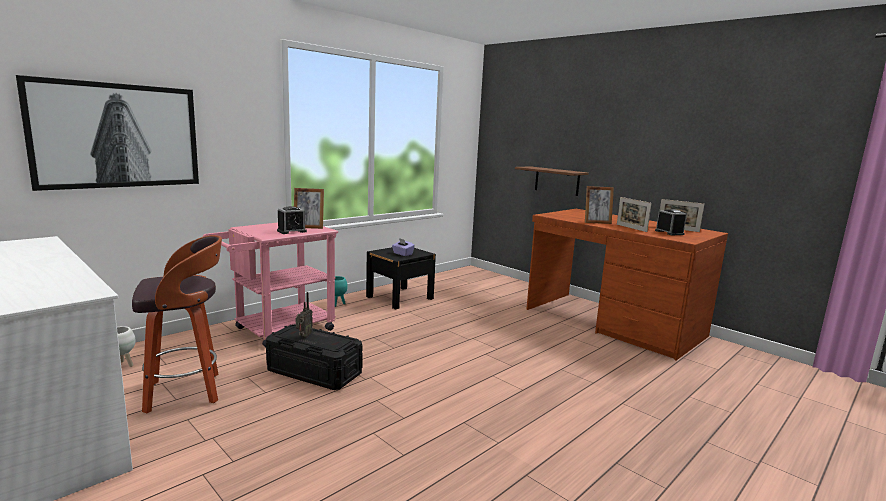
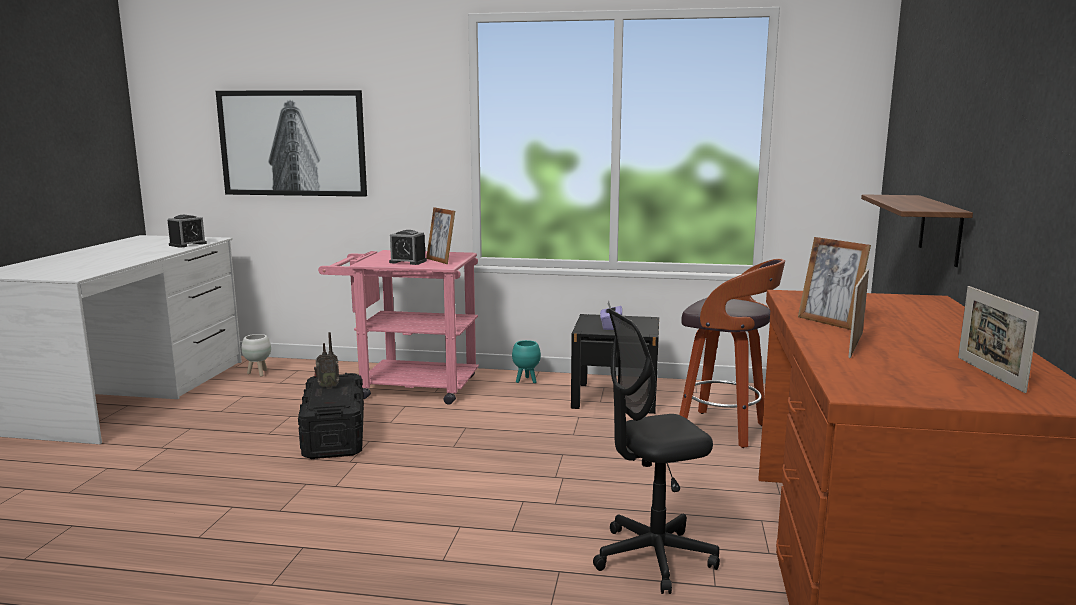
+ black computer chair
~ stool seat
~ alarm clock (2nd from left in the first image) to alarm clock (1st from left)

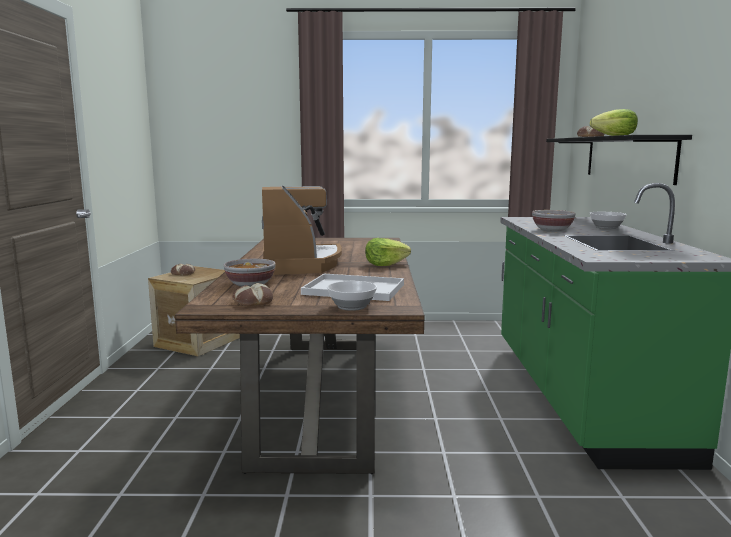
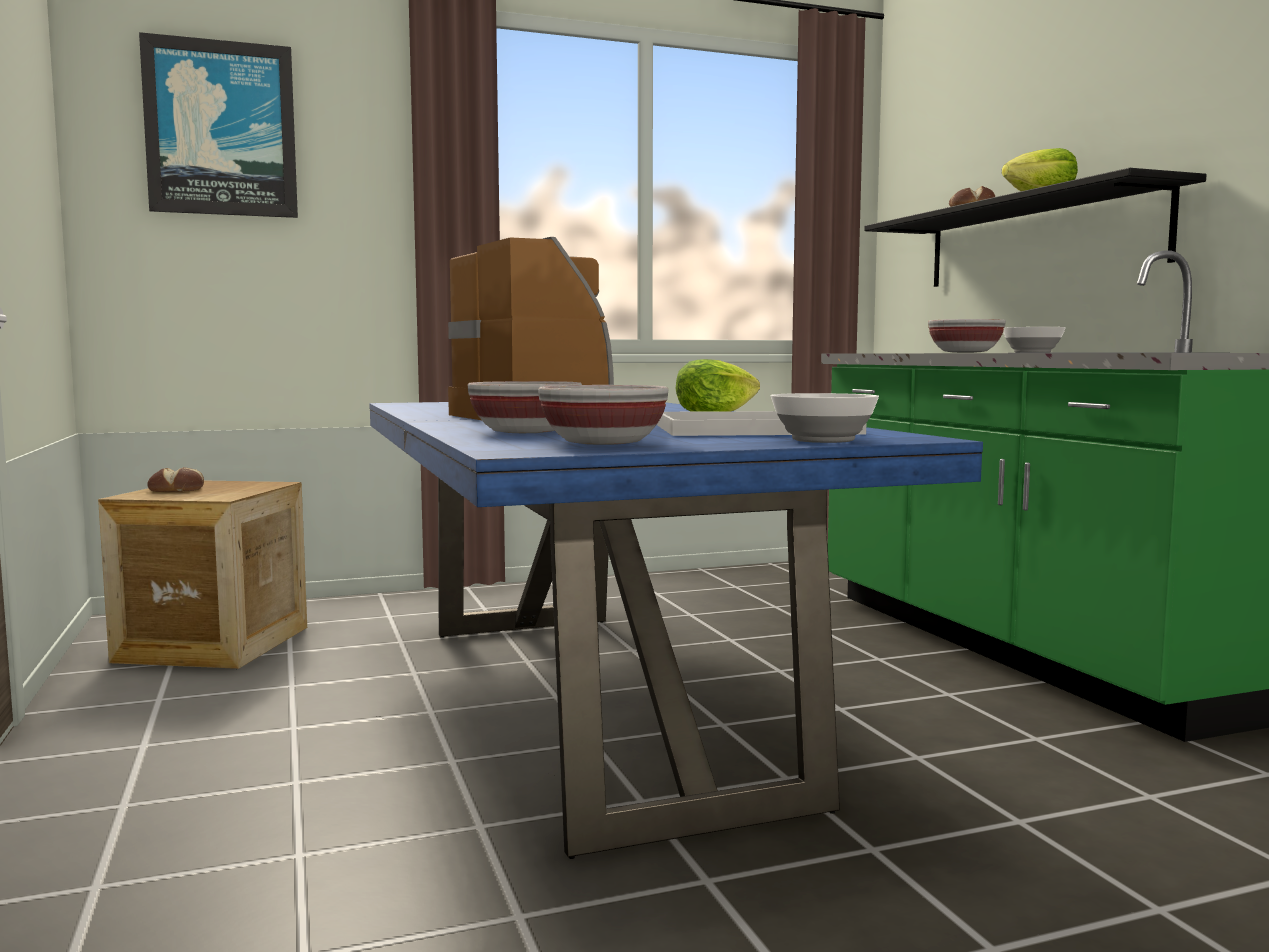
+ wall picture
~ bakery bread (2nd from left) to serving bowl (2nd from left)
~ brownish dinner table to blue dinner table

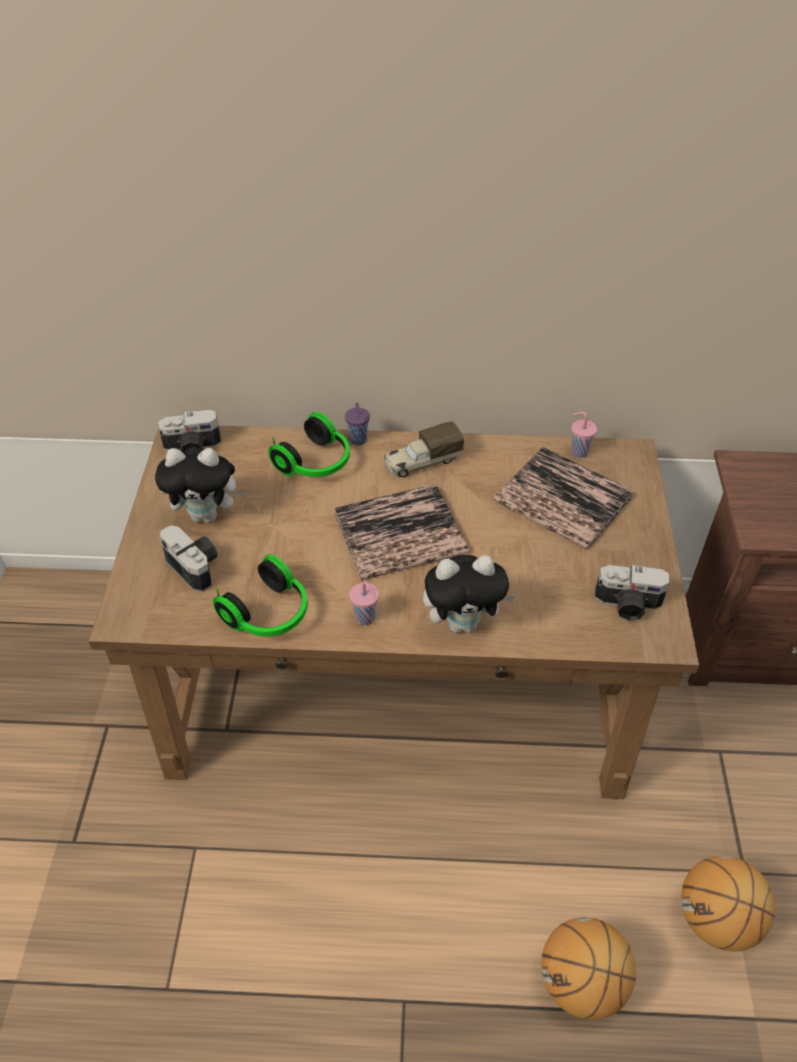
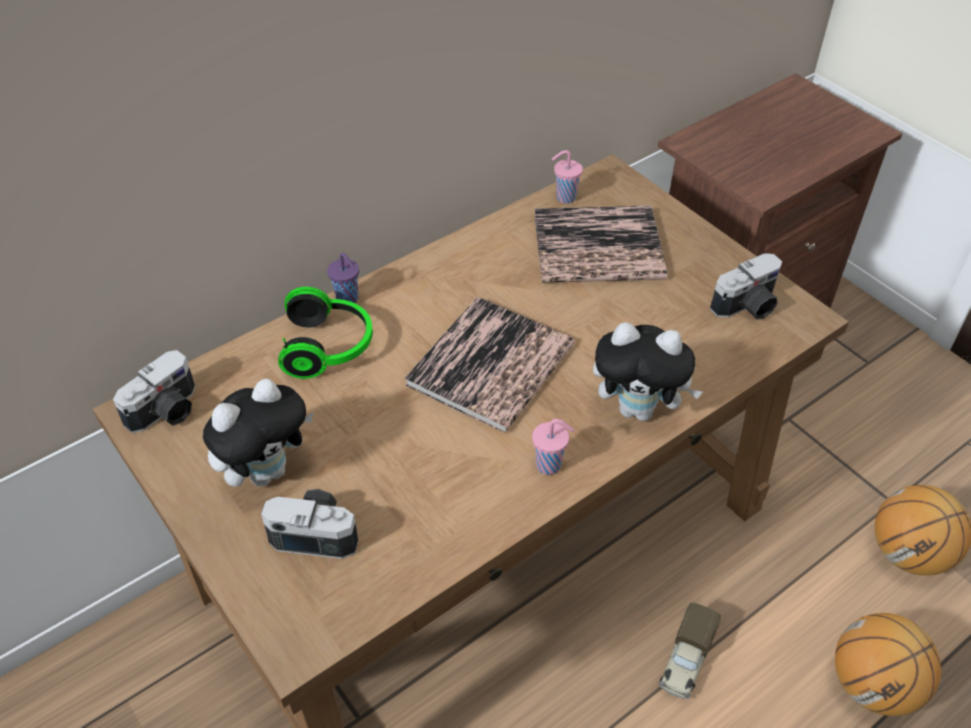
- headset (1st from left)
~ toy truck
~ plush toy (2nd from left) 60 degrees clockwise

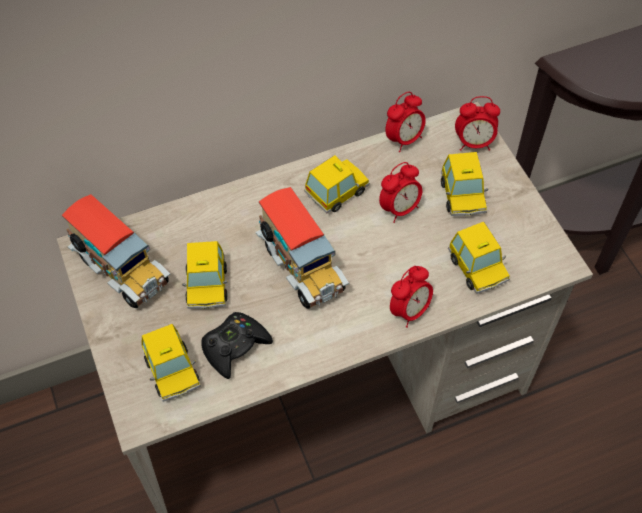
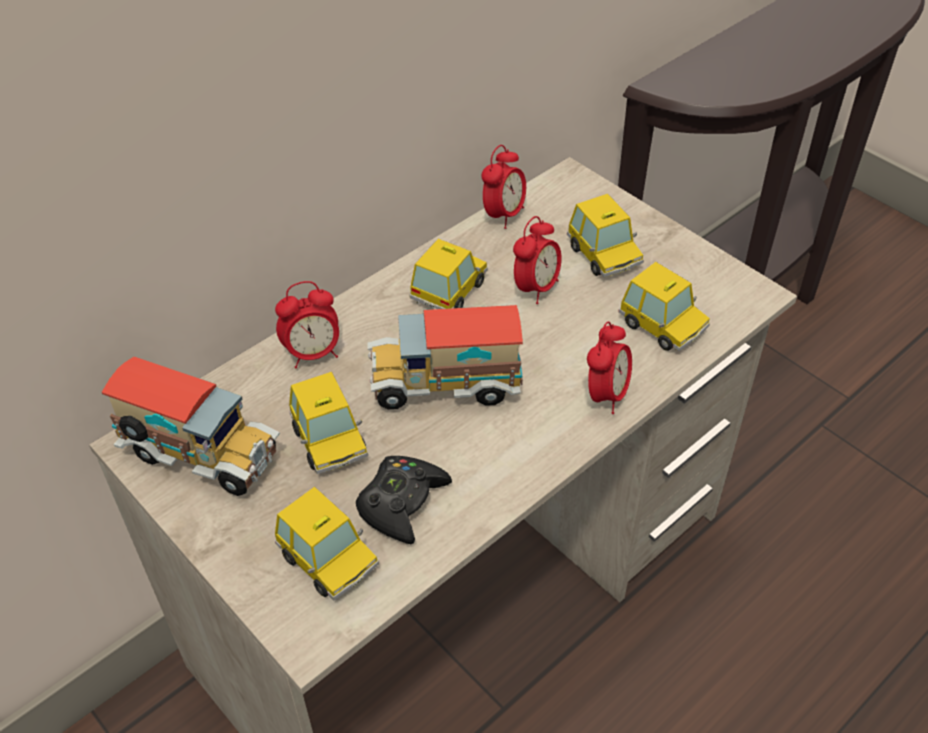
~ alarm clock (4th from left in the first image) to alarm clock (1st from left)
~ toy truck (2nd from left) 135 degrees clockwise

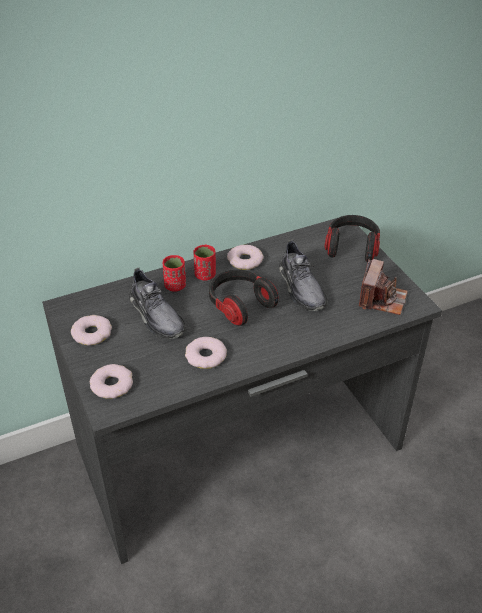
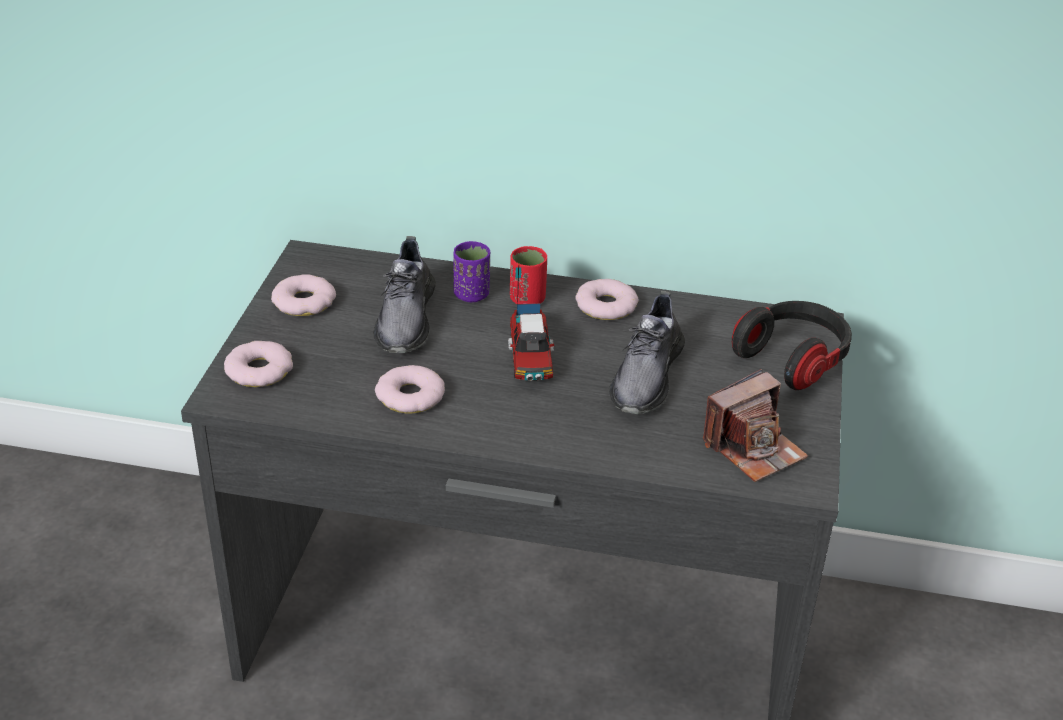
~ headset (1st from left) to toy truck
~ reddish cup (1st from left) to purple-coloured cup

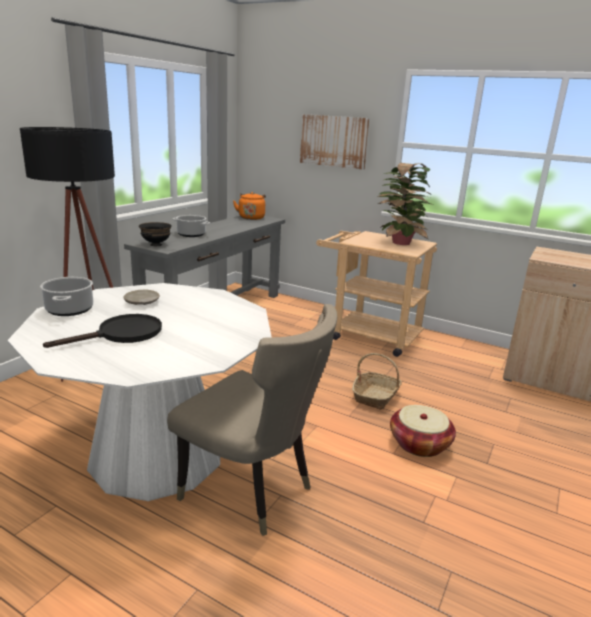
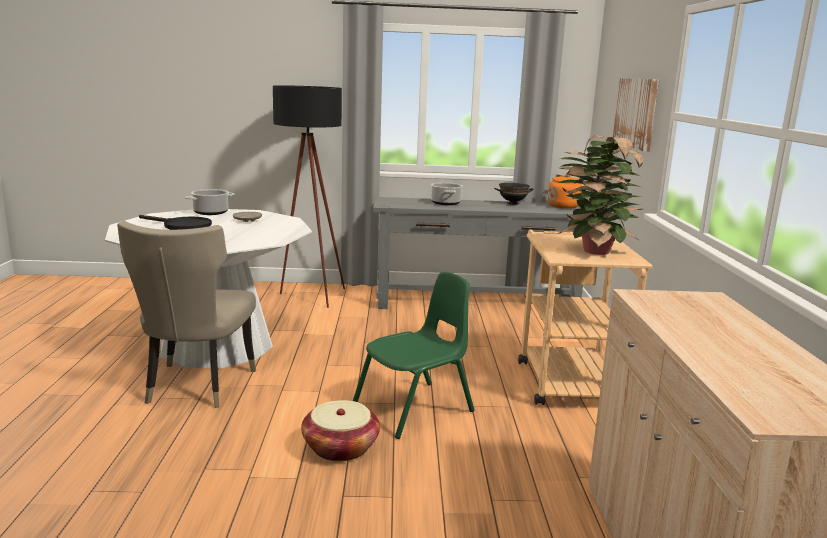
~ black serving bowl
~ storage basket (1st from left) to green-coloured upright chair

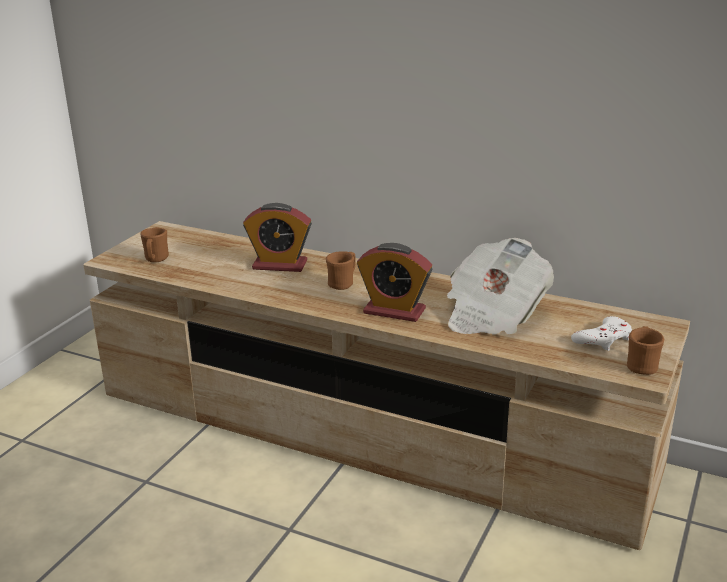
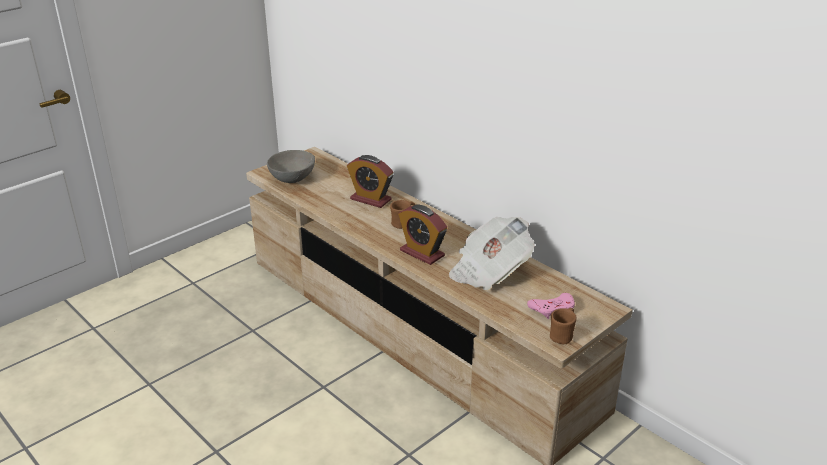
~ brownish mug (1st from left) to greyish serving bowl
~ white-coloured game controller to pink game controller

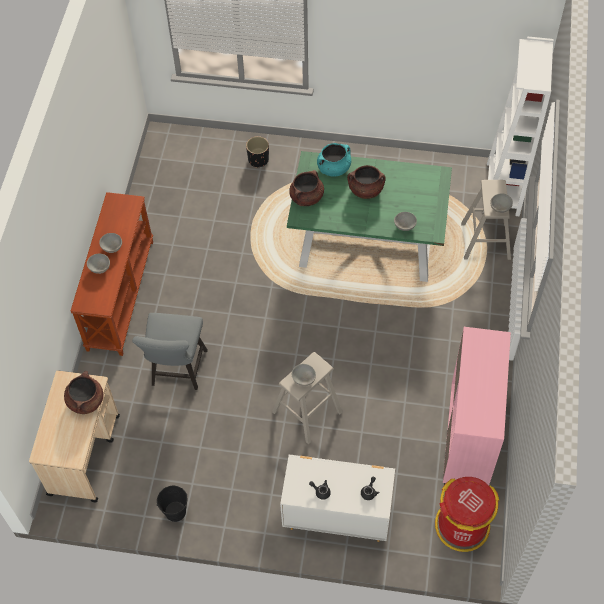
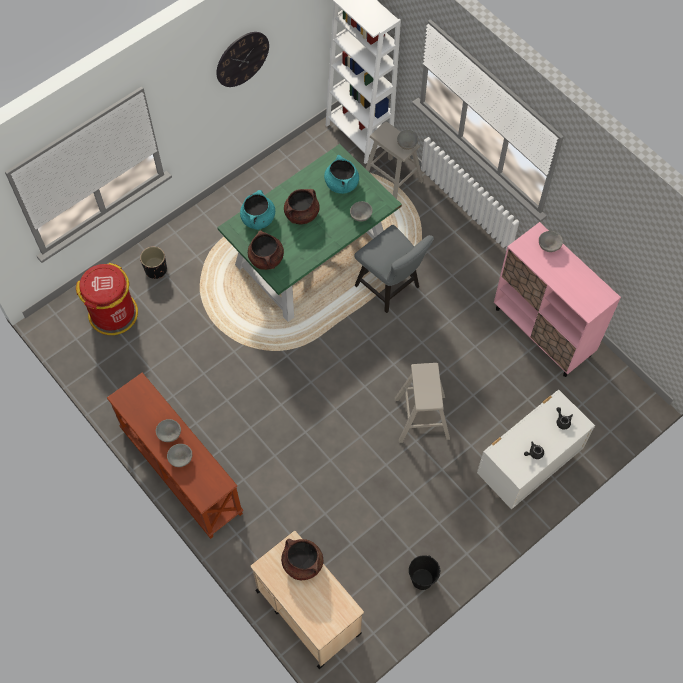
+ wall clock
+ turquoise-coloured stockpot (2nd from left)
~ greyish upright chair
~ greyish serving bowl (3rd from left in the first image) to greyish serving bowl (5th from left)
~ reddish waste bin

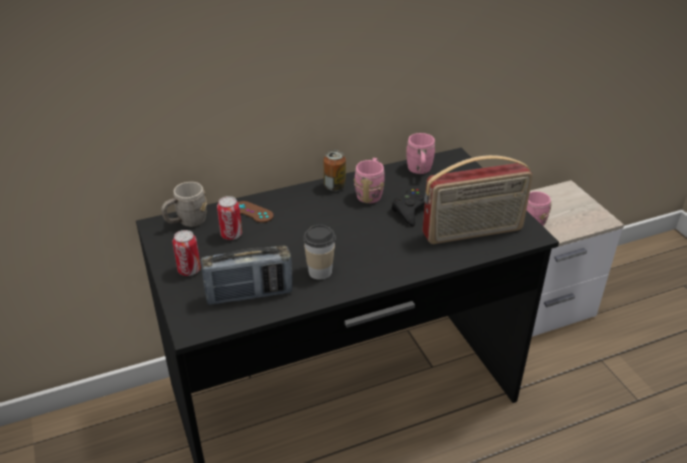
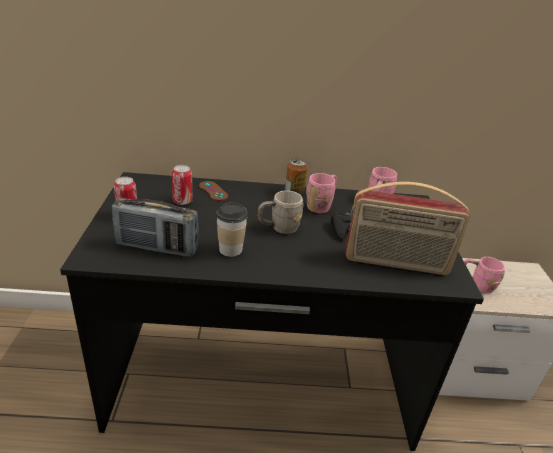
~ greyish mug

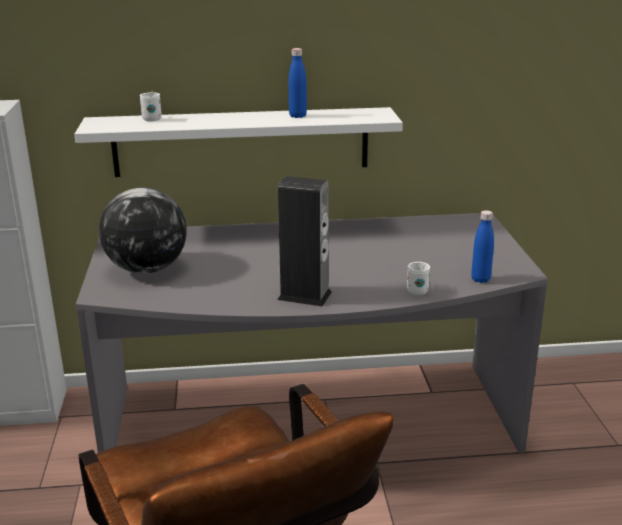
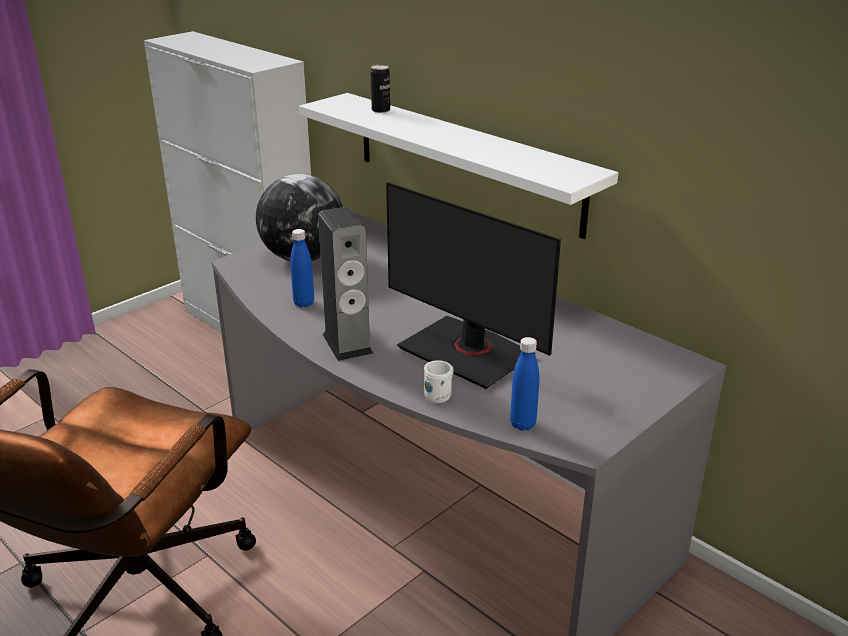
+ computer display
~ blue bottle (1st from left)
~ white-coloured mug (1st from left) to metal can

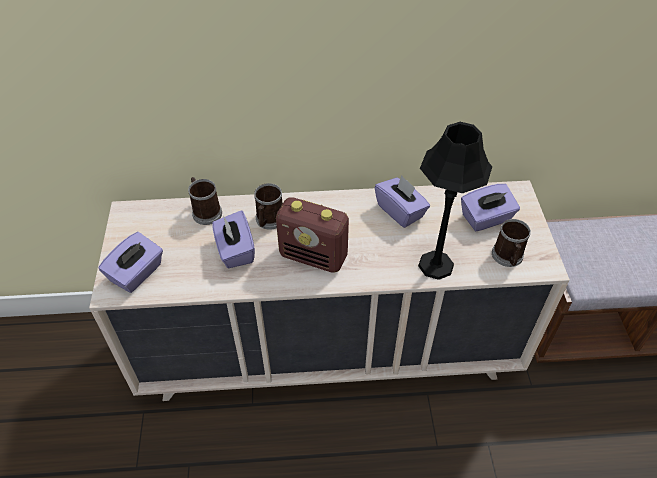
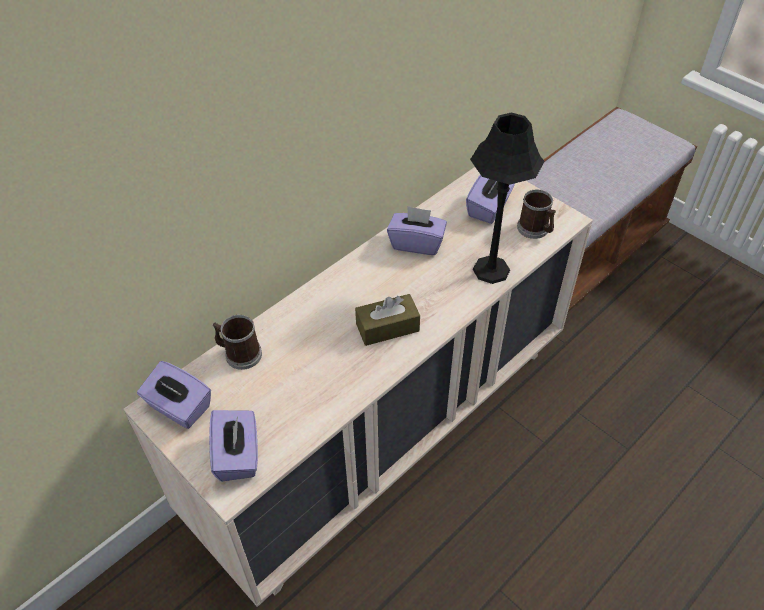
- mug (2nd from left)
~ purple-coloured box of tissues (2nd from left in the first image) to purple-coloured box of tissues (1st from left)
~ radio receiver to brownish box of tissues

